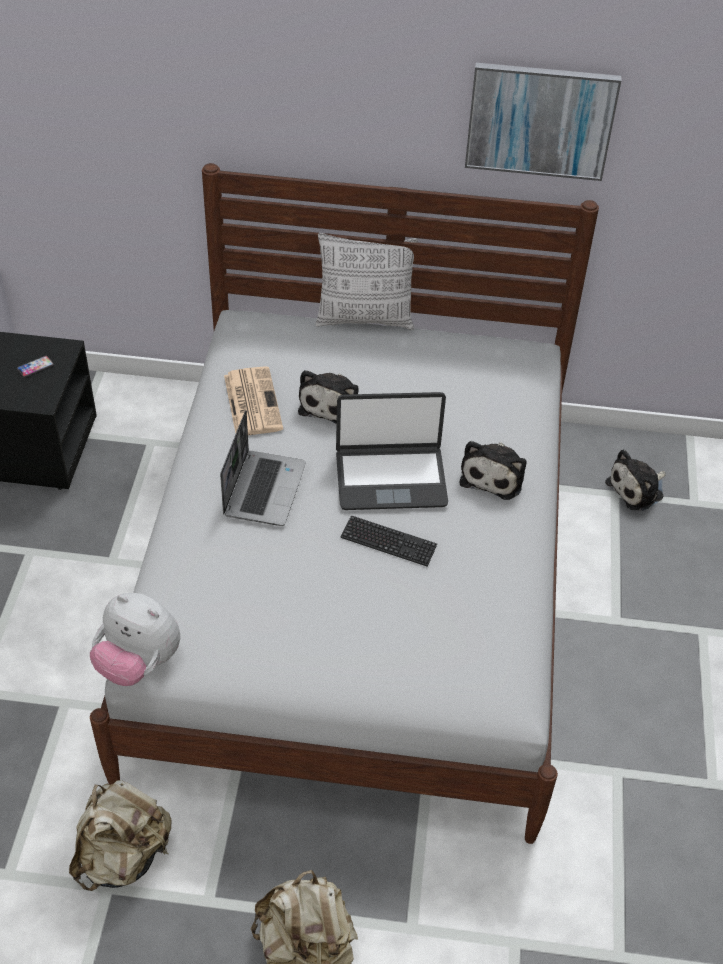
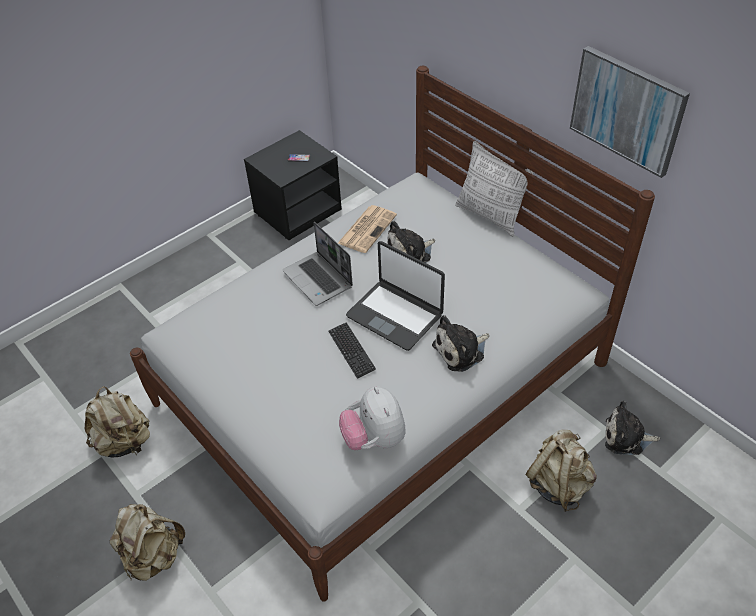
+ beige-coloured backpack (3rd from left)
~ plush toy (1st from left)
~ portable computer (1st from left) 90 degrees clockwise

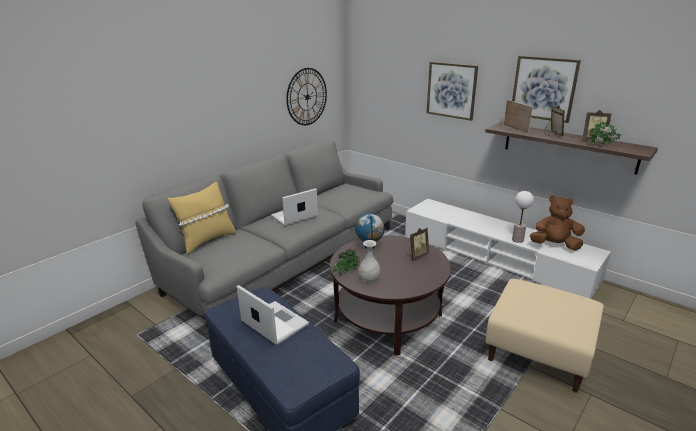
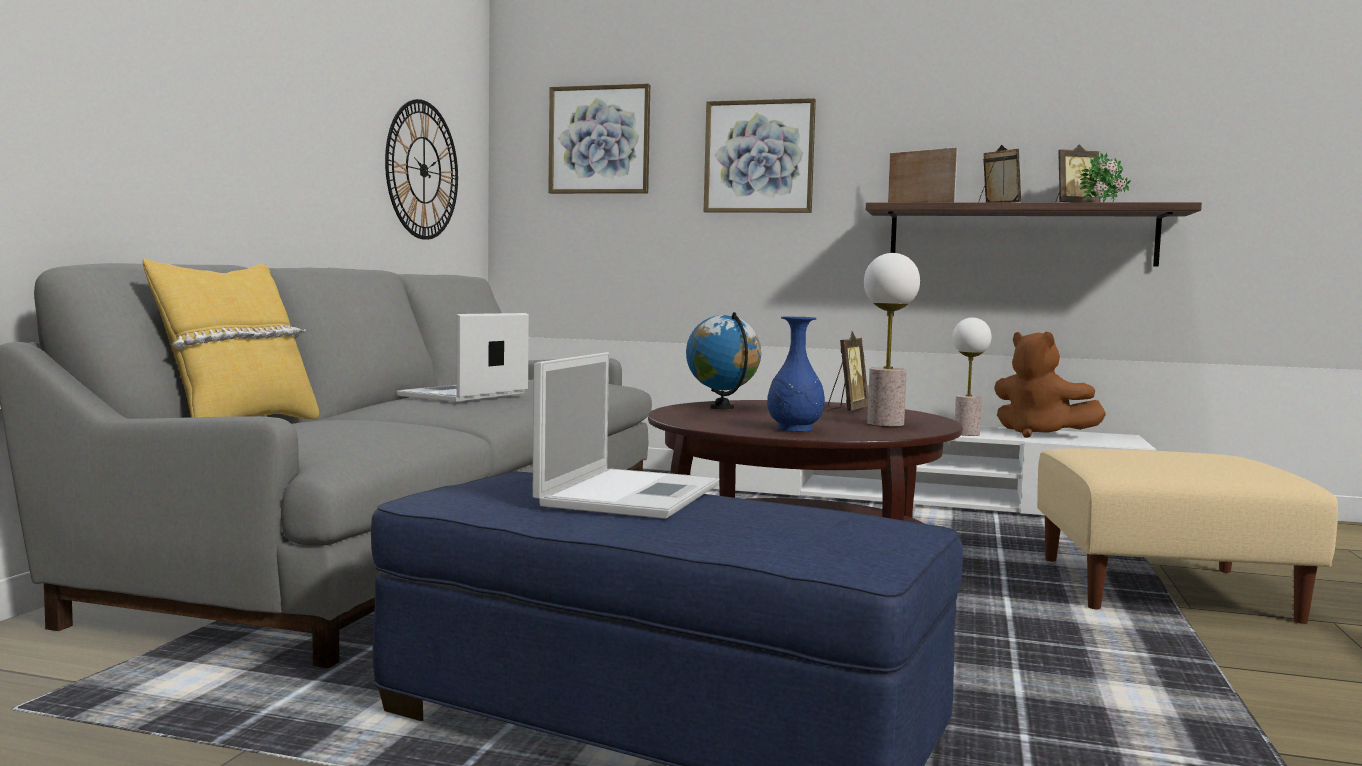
- plant in a pot (1st from left)
+ tabletop lamp (1st from left)
~ wall picture (2nd from left in the first image) to wall picture (1st from left)
~ white-coloured decorative vase to blue decorative vase
~ portable computer (1st from left in the first image) 90 degrees clockwise
~ brownish plush toy 120 degrees counterclockwise

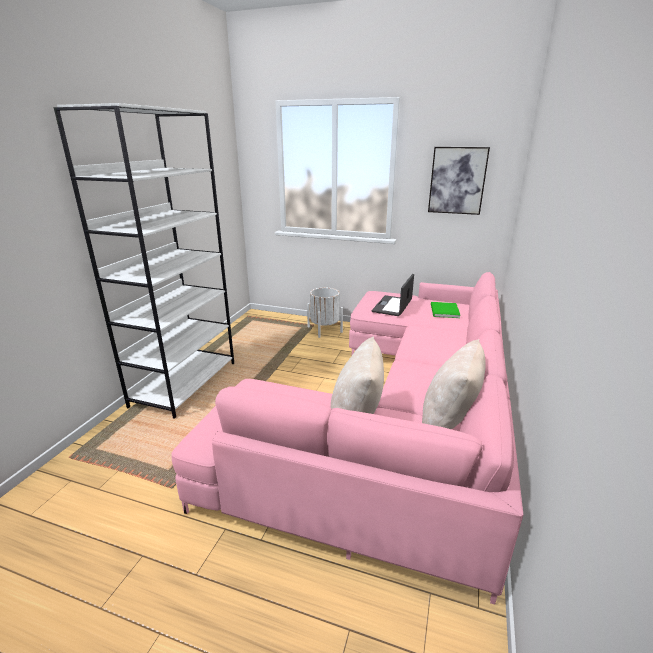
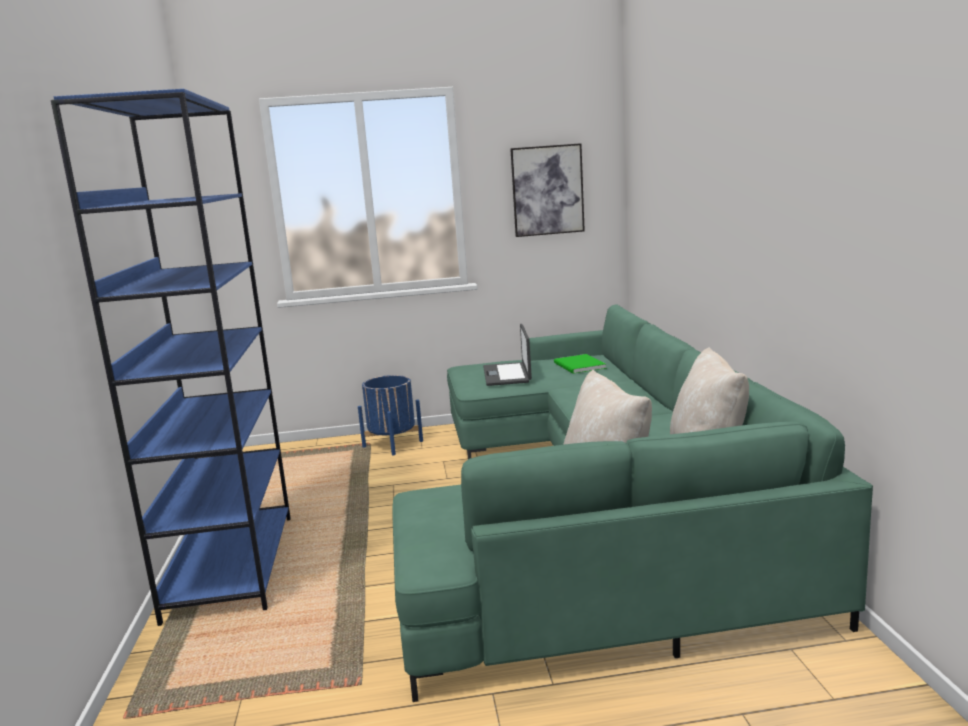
~ white-coloured bookshelf to blue bookshelf
~ pink settee to green-coloured settee
~ white-coloured flower pot to blue flower pot

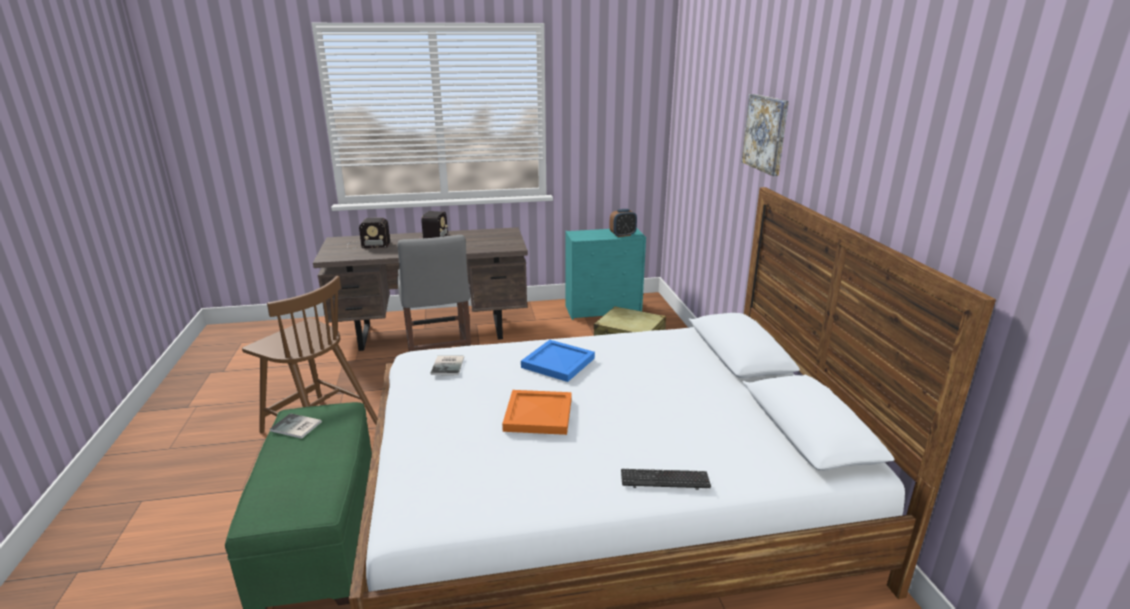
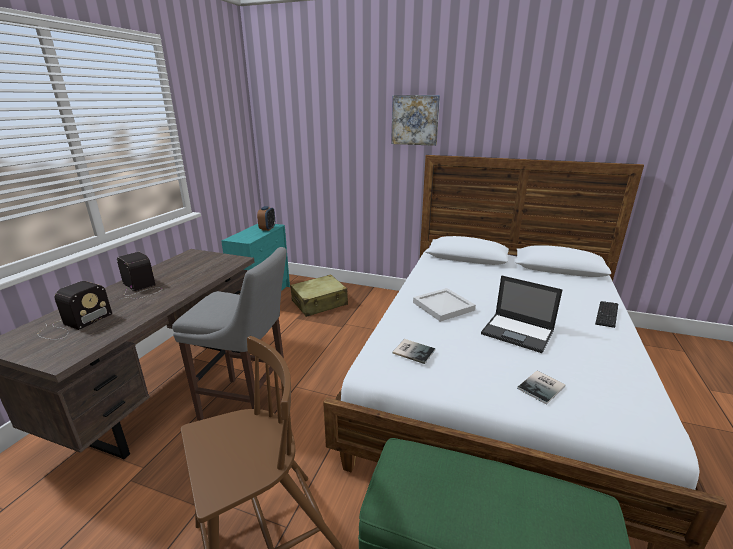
~ book (1st from left in the first image) to book (2nd from left)
~ orange tray to portable computer
~ blue tray to white-coloured tray

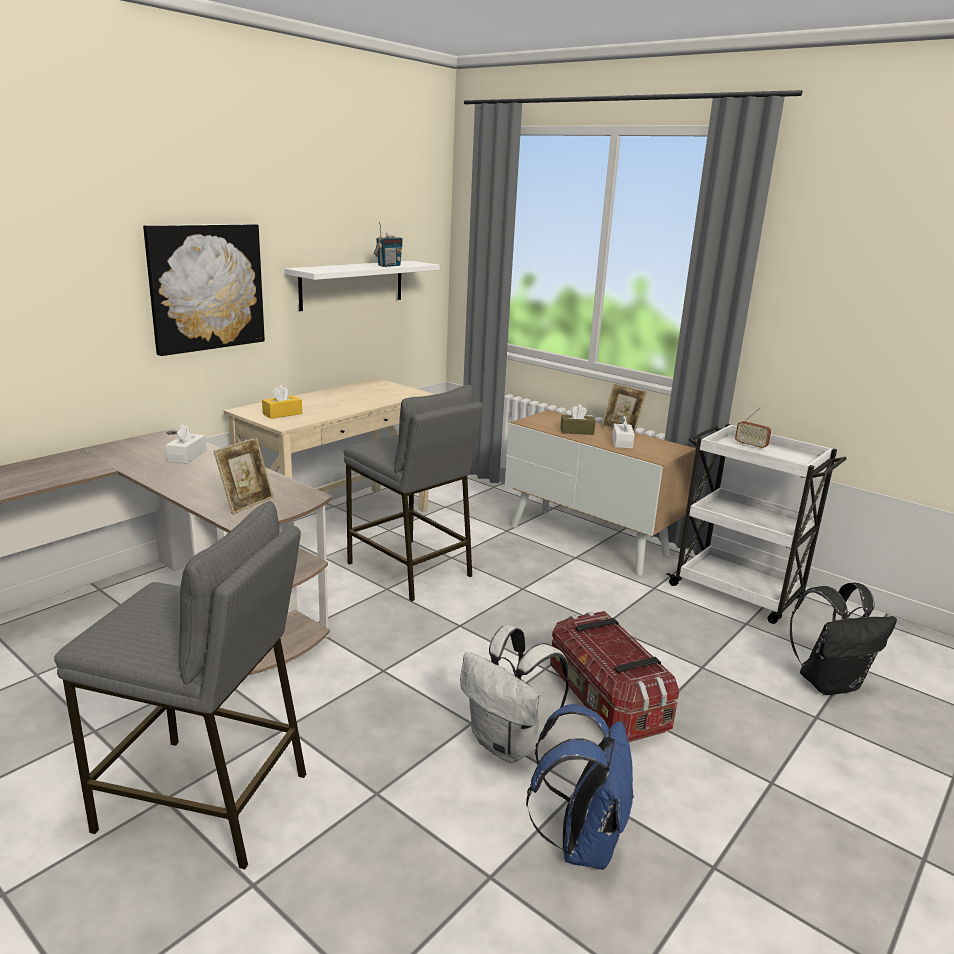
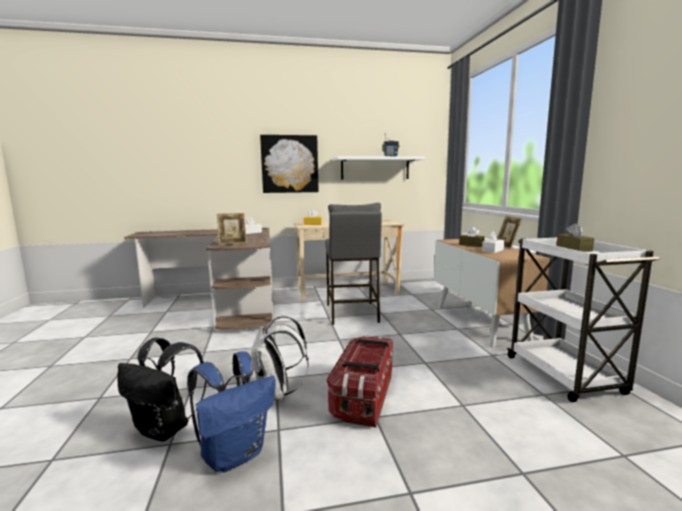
- greyish stool seat (1st from left)
~ black backpack
~ radio receiver (2nd from left) to brownish box of tissues (2nd from left)

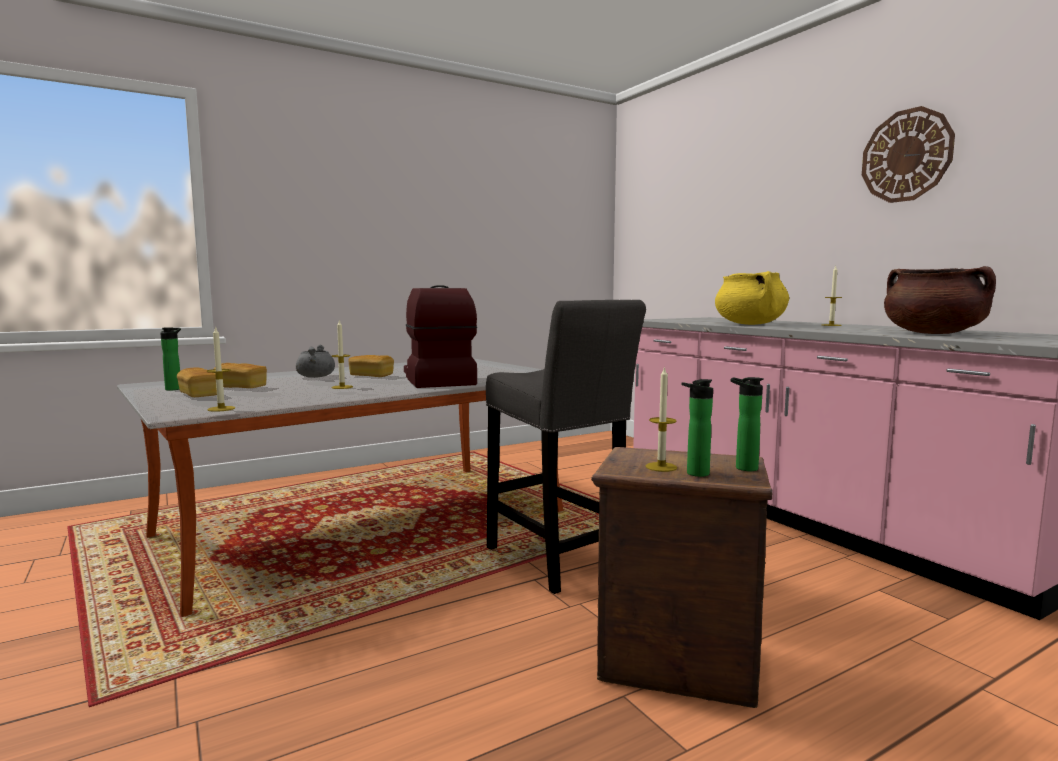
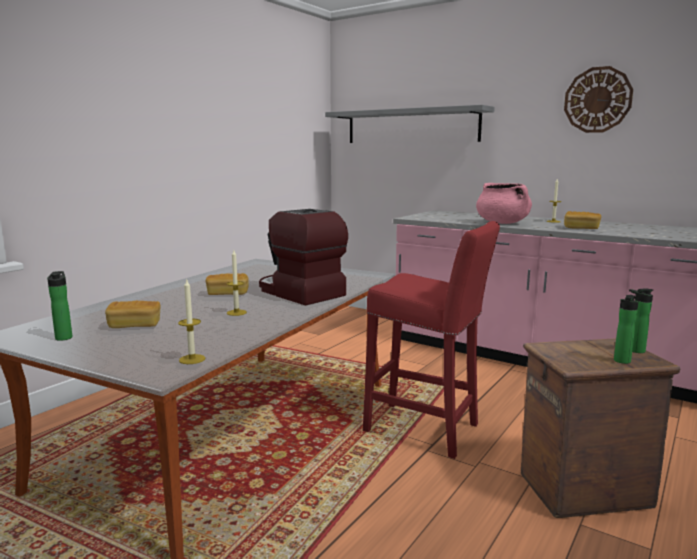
- greyish stockpot
- wax light (3rd from left)
- brownish stockpot
+ greyish shelf
~ bakery bread (1st from left in the first image) to bakery bread (3rd from left)
~ greyish stool seat to reddish stool seat
~ yellow stockpot to pink stockpot

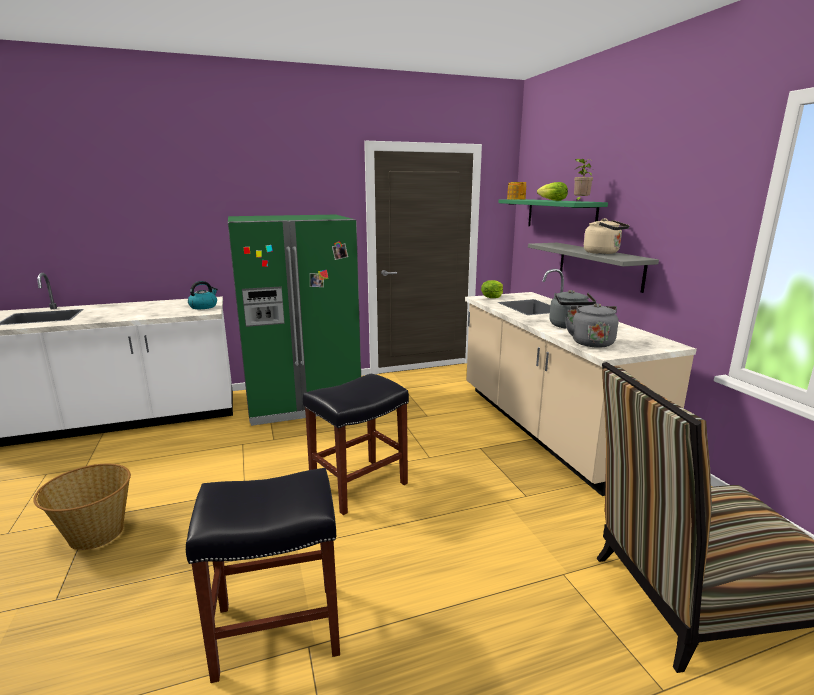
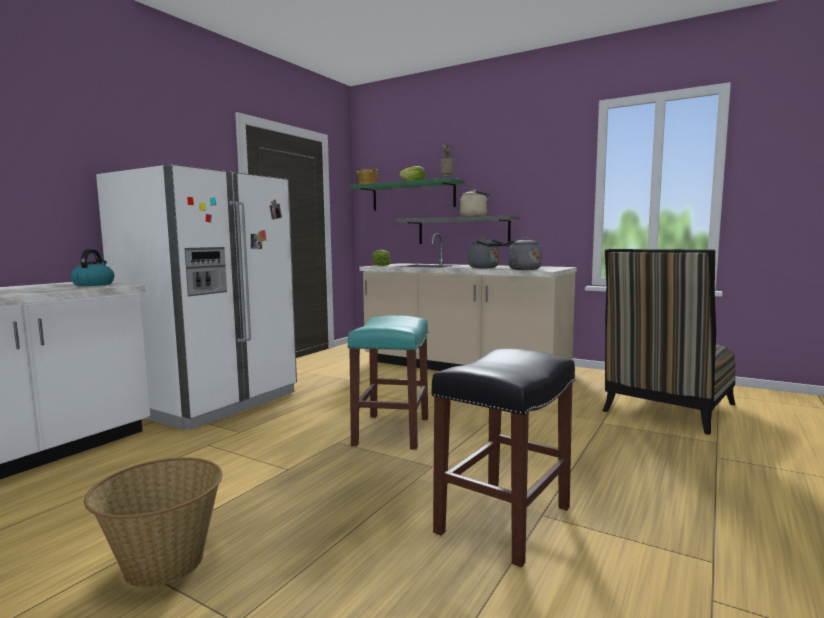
~ green-coloured refrigerator to white-coloured refrigerator
~ black stool seat (2nd from left) to turquoise-coloured stool seat

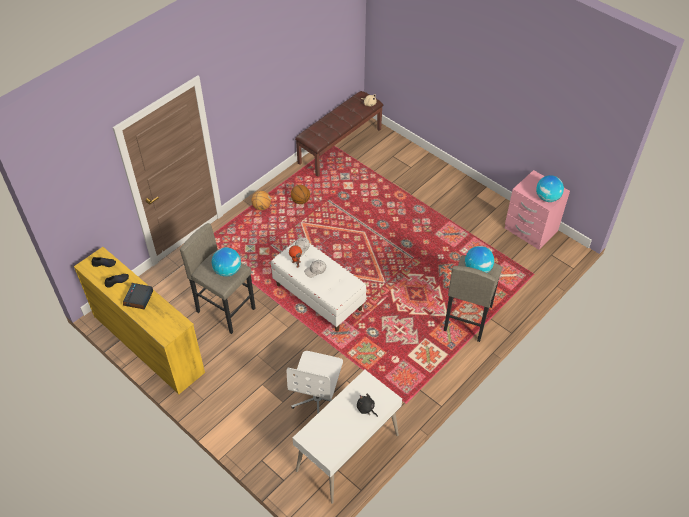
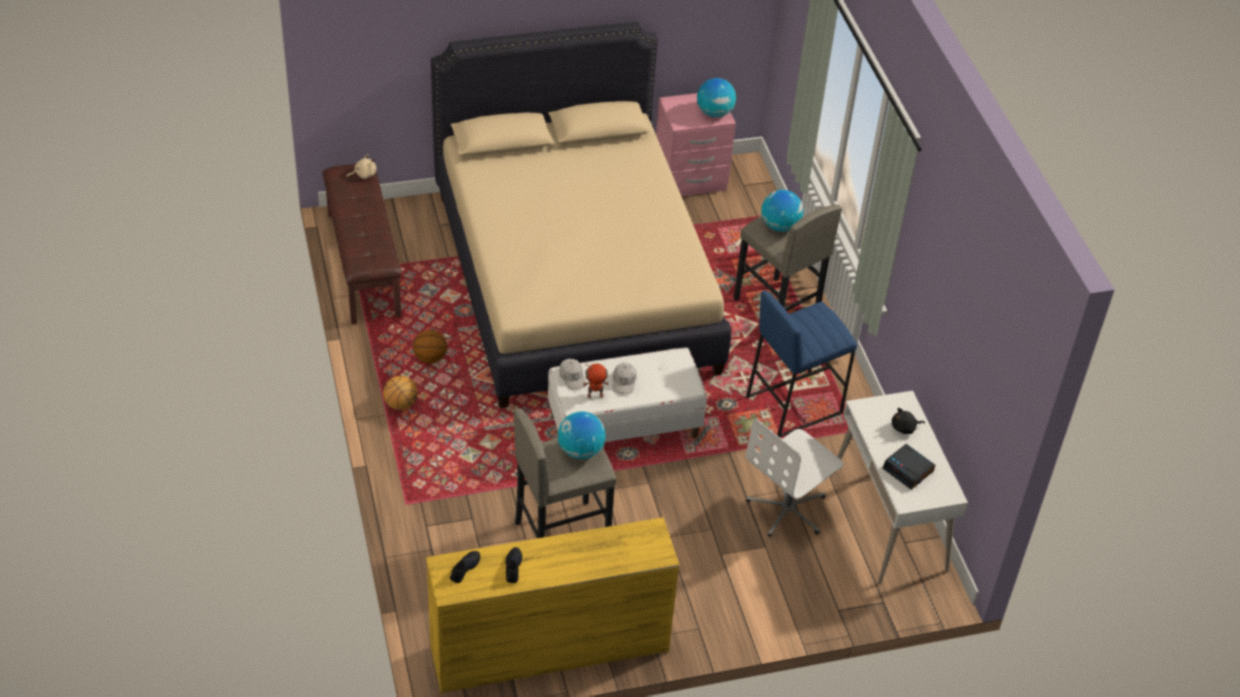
+ beige-coloured bed
+ blue stool seat
~ alarm clock
~ white-coloured computer chair 90 degrees clockwise

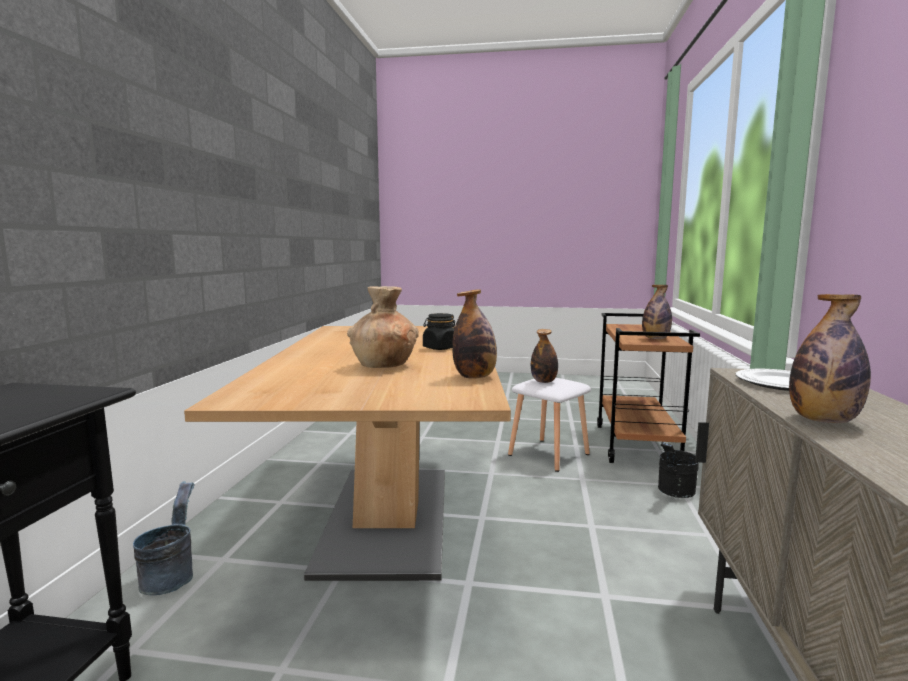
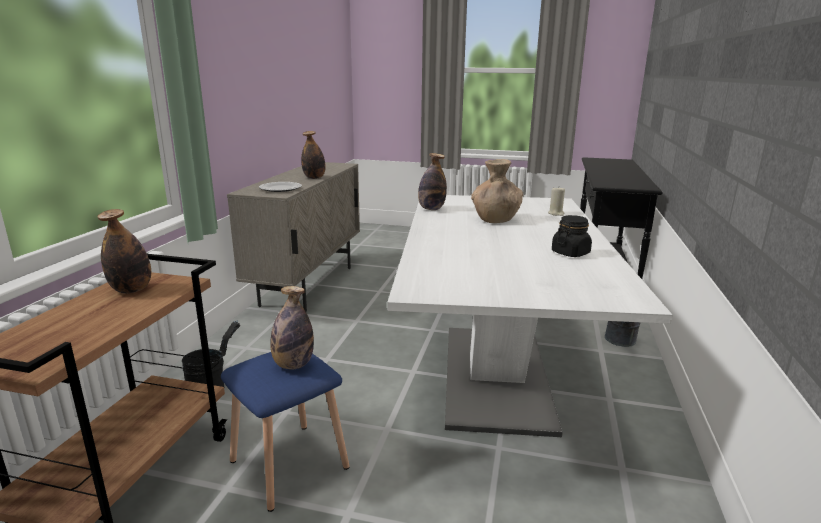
+ beige-coloured wax light
~ black jar
~ brownish dinner table to white-coloured dinner table
~ white-coloured stool seat to blue stool seat

